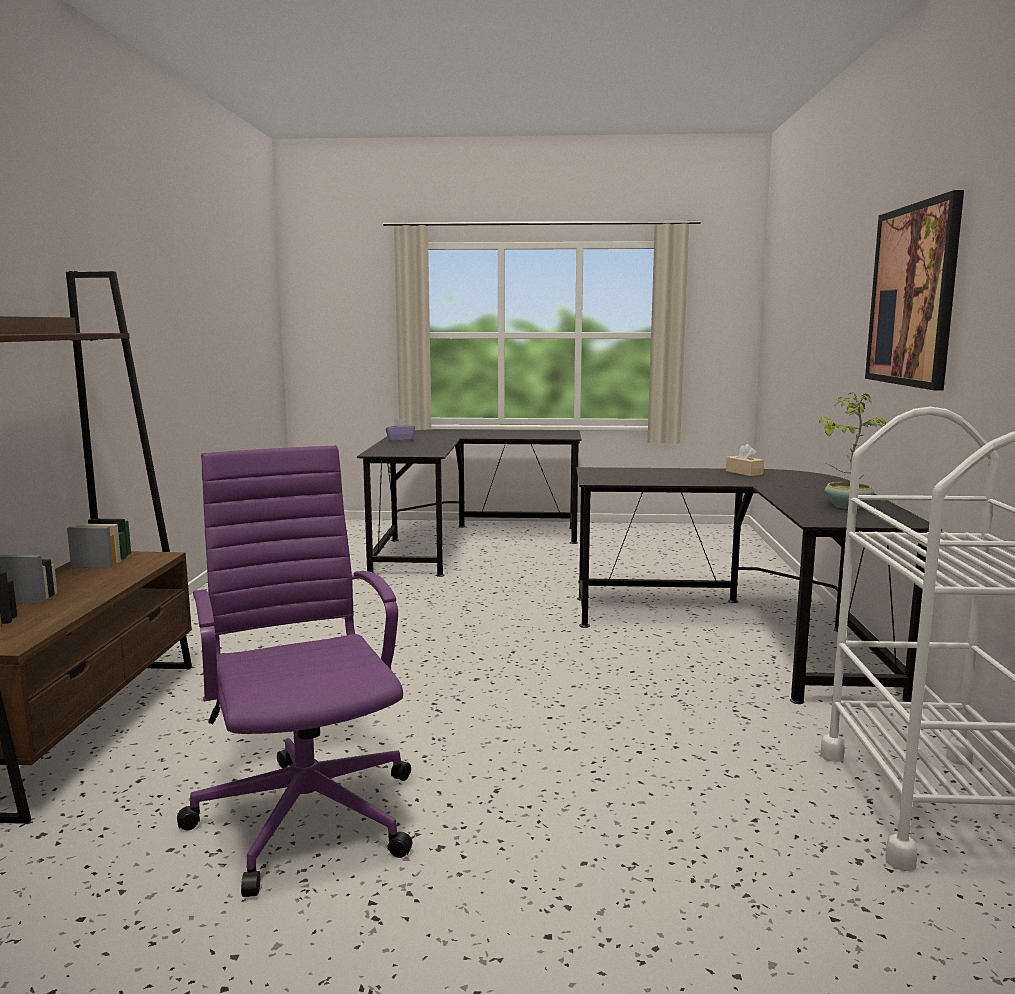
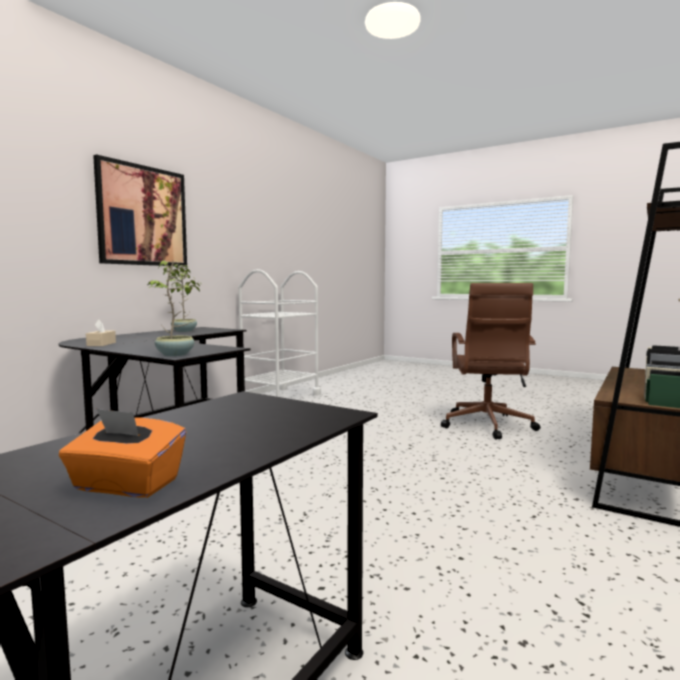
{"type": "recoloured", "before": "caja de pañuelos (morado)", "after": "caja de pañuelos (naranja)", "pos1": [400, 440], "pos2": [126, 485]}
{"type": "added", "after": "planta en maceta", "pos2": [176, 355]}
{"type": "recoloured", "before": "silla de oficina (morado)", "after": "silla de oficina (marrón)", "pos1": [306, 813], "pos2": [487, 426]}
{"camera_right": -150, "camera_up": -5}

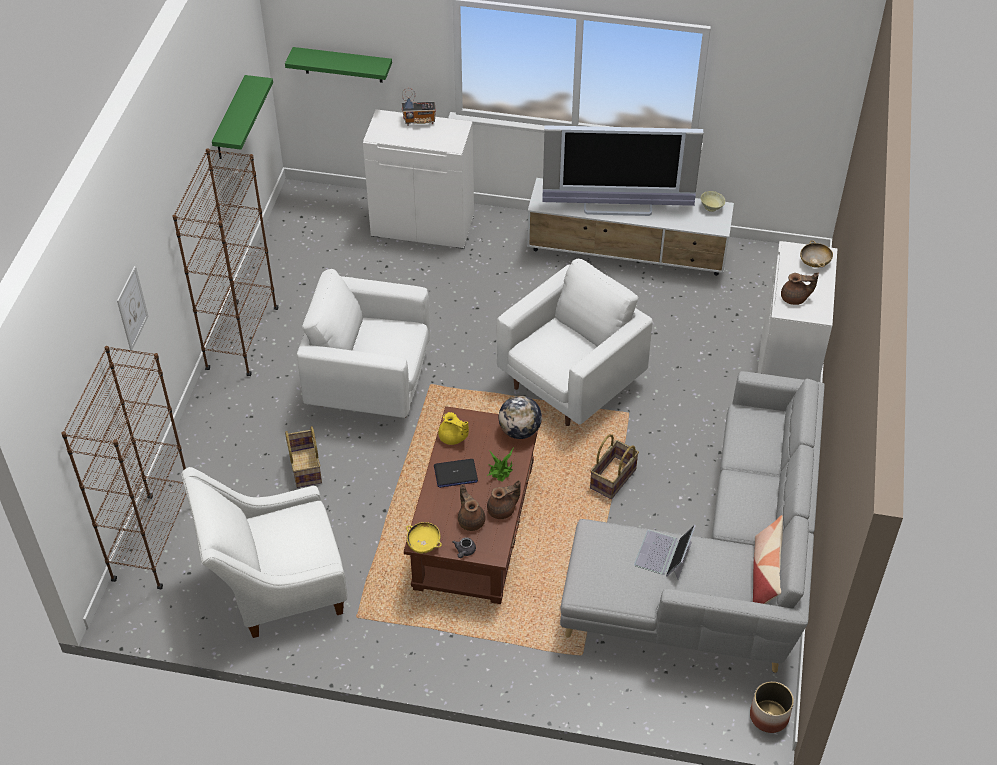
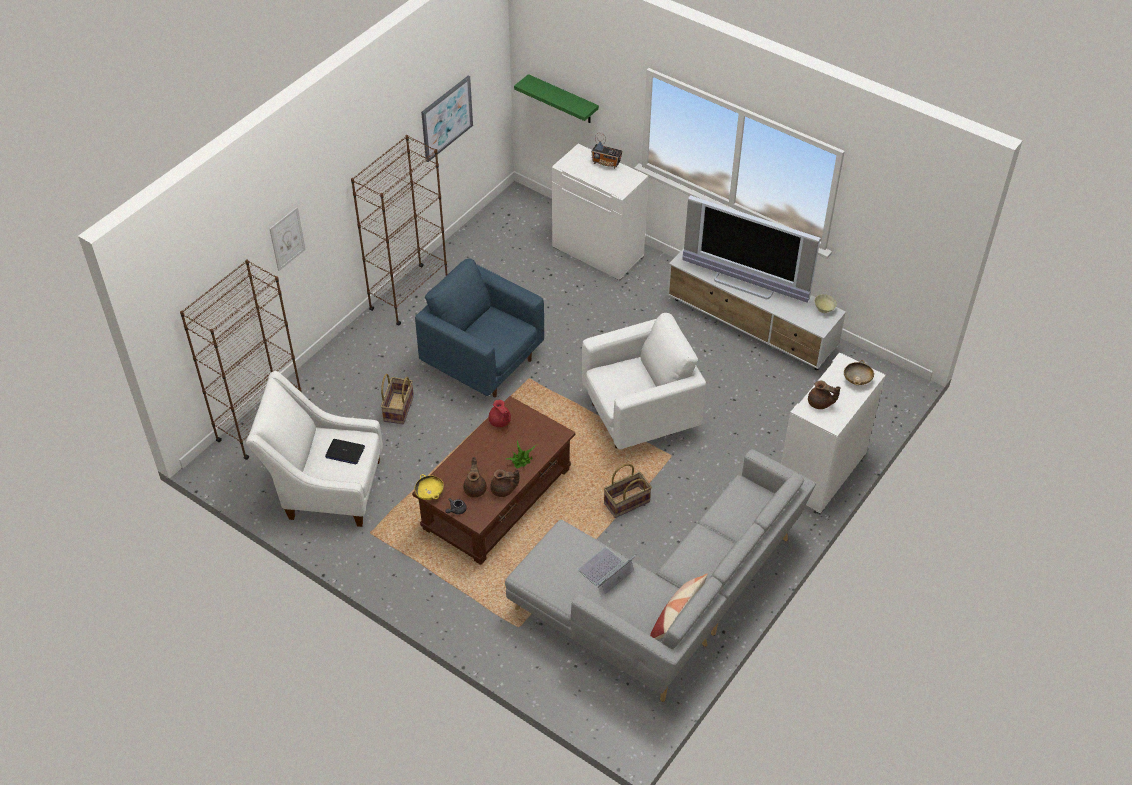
{"type": "moved", "before": "portátil", "pos1": [455, 474], "pos2": [345, 452]}
{"type": "recoloured", "before": "sillón (blanco)", "after": "sillón (azul)", "pos1": [370, 384], "pos2": [484, 362]}
{"type": "replaced", "before": "estante (verde)", "after": "cuadro", "pos1": [230, 120], "pos2": [446, 118]}
{"type": "recoloured", "before": "tetera (amarillo)", "after": "tetera (rojo)", "pos1": [453, 438], "pos2": [500, 422]}
{"type": "removed", "before": "globo terráqueo", "pos1": [520, 431]}
{"type": "removed", "before": "maceta", "pos1": [769, 716]}
{"camera_right": 25, "camera_up": 0}

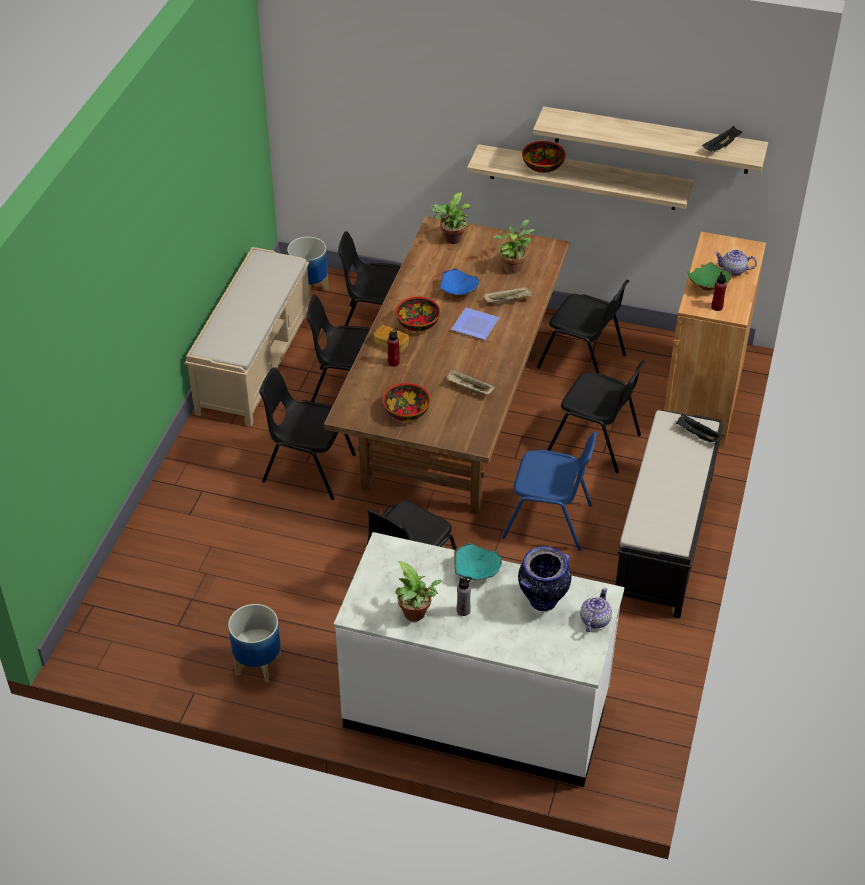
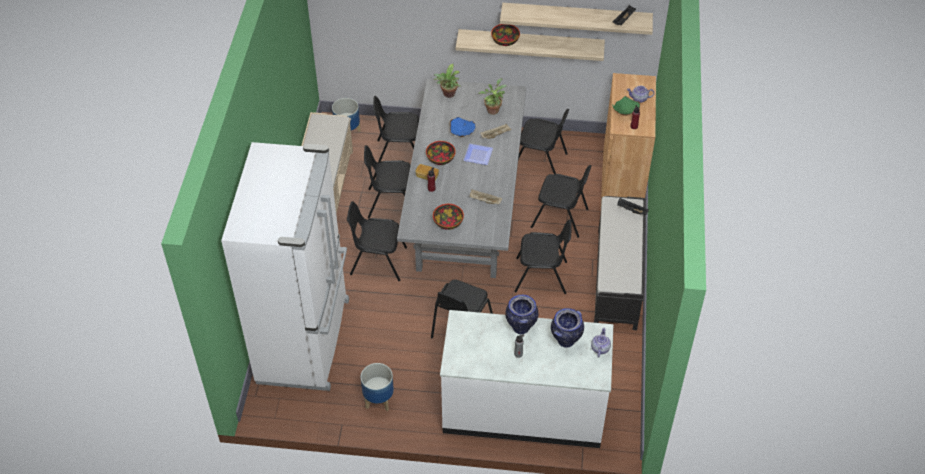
{"type": "added", "after": "nevera (blanco)", "pos2": [306, 340]}
{"type": "recoloured", "before": "mesa de comedor (marrón)", "after": "mesa de comedor (gris)", "pos1": [453, 417], "pos2": [464, 212]}
{"type": "replaced", "before": "cuenco (turquesa)", "after": "florero", "pos1": [476, 572], "pos2": [520, 327]}
{"type": "recoloured", "before": "silla (azul)", "after": "silla (negro)", "pos1": [549, 521], "pos2": [542, 276]}
{"type": "removed", "before": "planta en maceta", "pos1": [416, 615]}
{"camera_right": -10, "camera_up": 5}

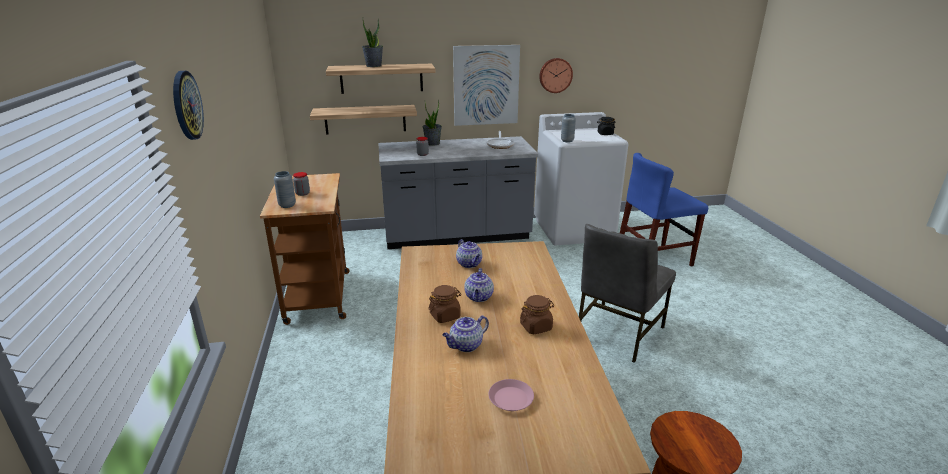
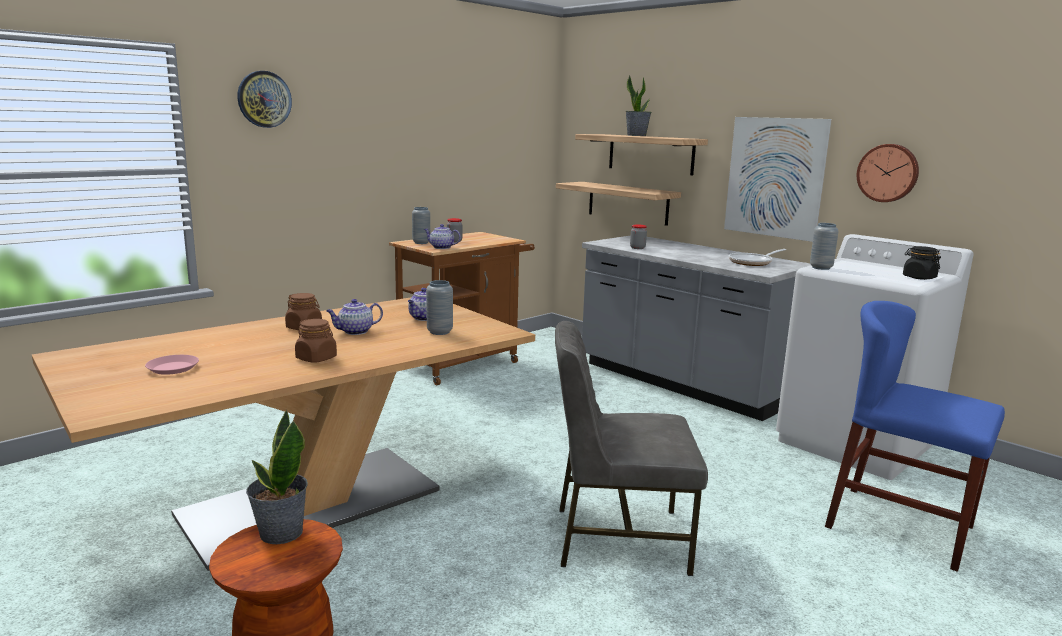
{"type": "moved", "before": "planta en maceta", "pos1": [432, 143], "pos2": [280, 533]}
{"type": "moved", "before": "tetera", "pos1": [465, 346], "pos2": [441, 247]}
{"type": "added", "after": "florero (gris)", "pos2": [439, 332]}
{"camera_right": 55, "camera_up": -10}

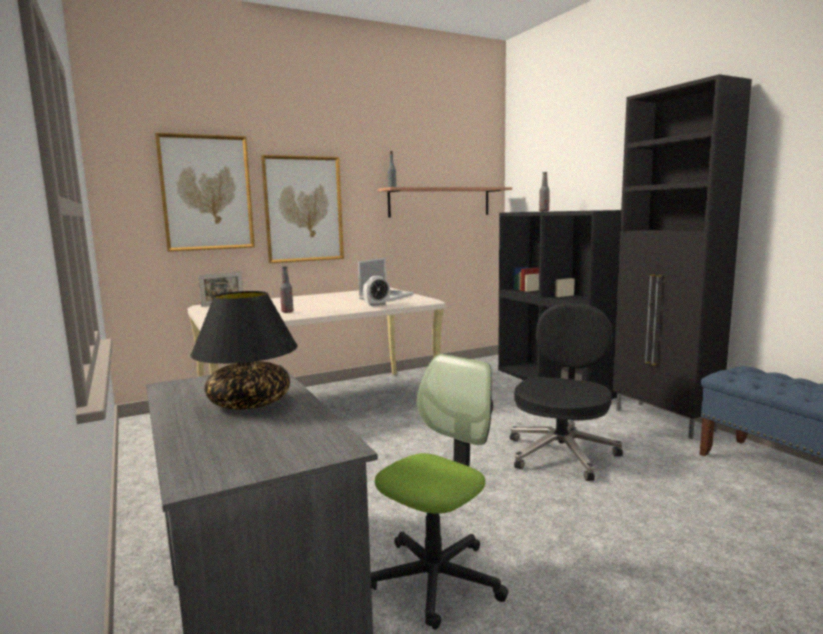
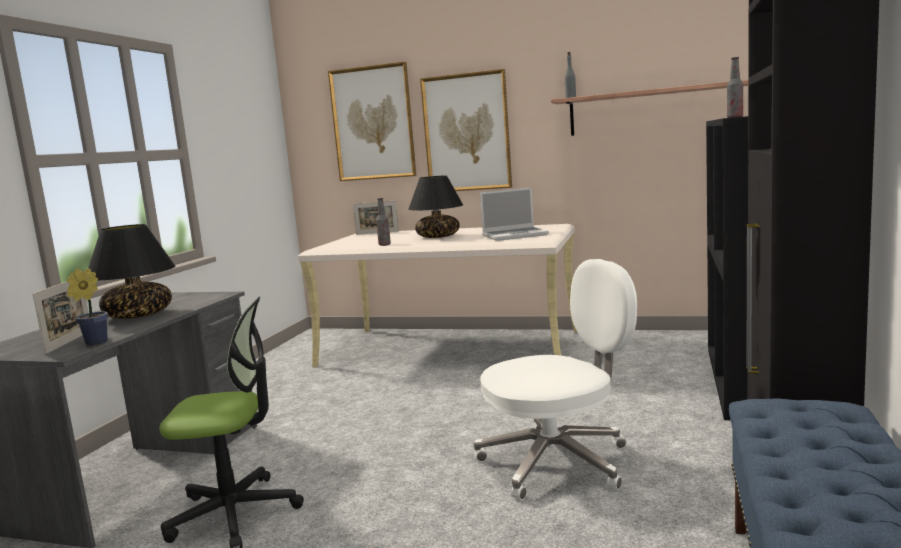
{"type": "added", "after": "portarretratos", "pos2": [69, 341]}
{"type": "added", "after": "planta en maceta", "pos2": [93, 343]}
{"type": "added", "after": "lámpara de mesa (negro)", "pos2": [437, 237]}
{"type": "recoloured", "before": "silla de oficina (negro)", "after": "silla de oficina (blanco)", "pos1": [562, 453], "pos2": [558, 462]}
{"type": "removed", "before": "despertador", "pos1": [377, 304]}
{"camera_right": 45, "camera_up": 0}

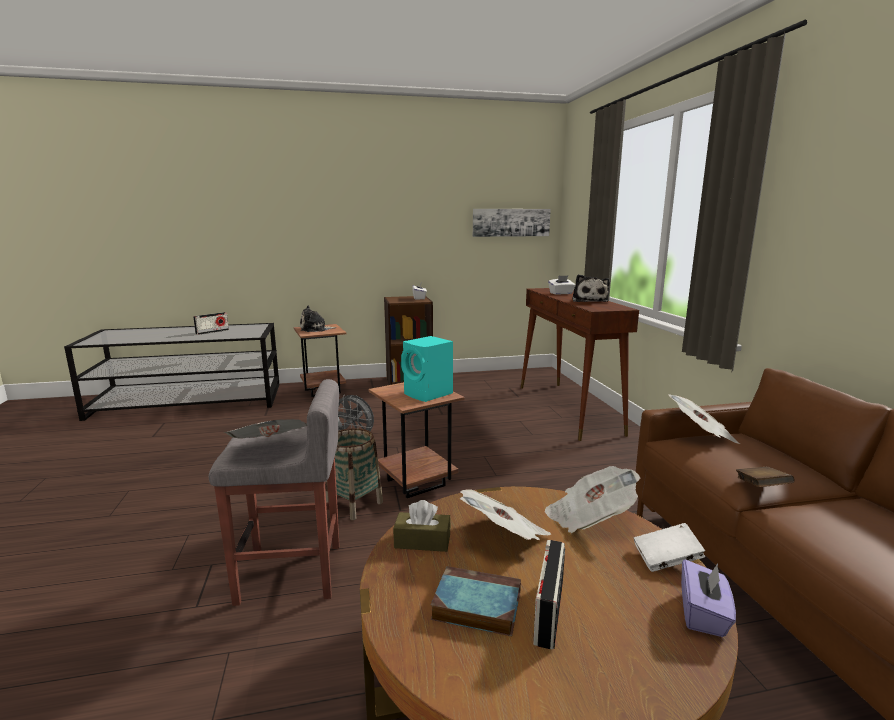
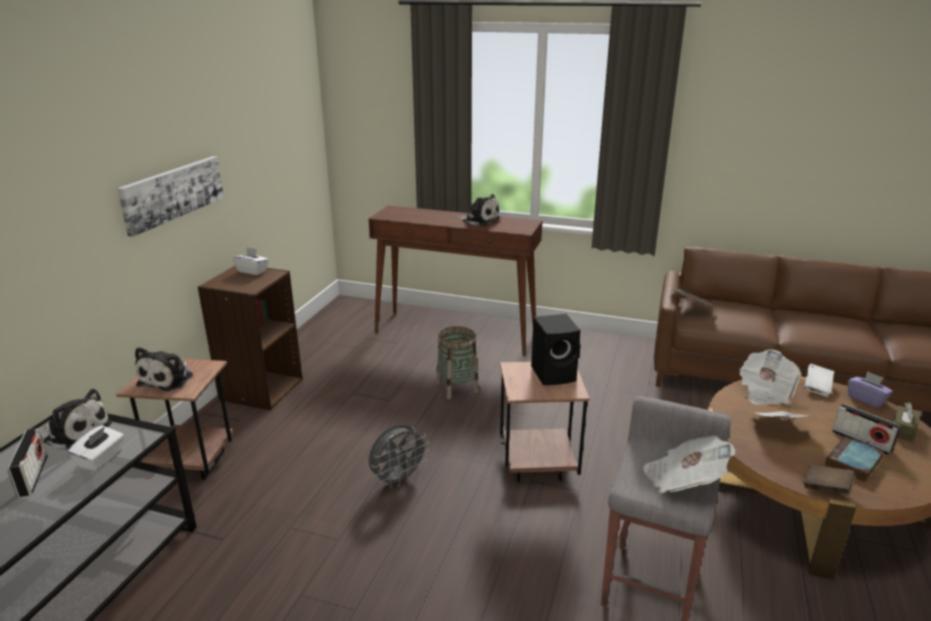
{"type": "added", "after": "peluche", "pos2": [76, 432]}
{"type": "moved", "before": "caja de pañuelos (blanco)", "pos1": [561, 293], "pos2": [101, 459]}
{"type": "moved", "before": "cuadro", "pos1": [511, 222], "pos2": [172, 193]}
{"type": "moved", "before": "cesta", "pos1": [354, 504], "pos2": [457, 387]}
{"type": "recoloured", "before": "altavoz (turquesa)", "after": "altavoz (negro)", "pos1": [429, 394], "pos2": [555, 374]}
{"type": "moved", "before": "libro (marrón)", "pos1": [761, 488], "pos2": [826, 488]}
{"type": "moved", "before": "caja de pañuelos (marrón)", "pos1": [422, 541], "pos2": [903, 430]}
{"camera_right": -60, "camera_up": 10}

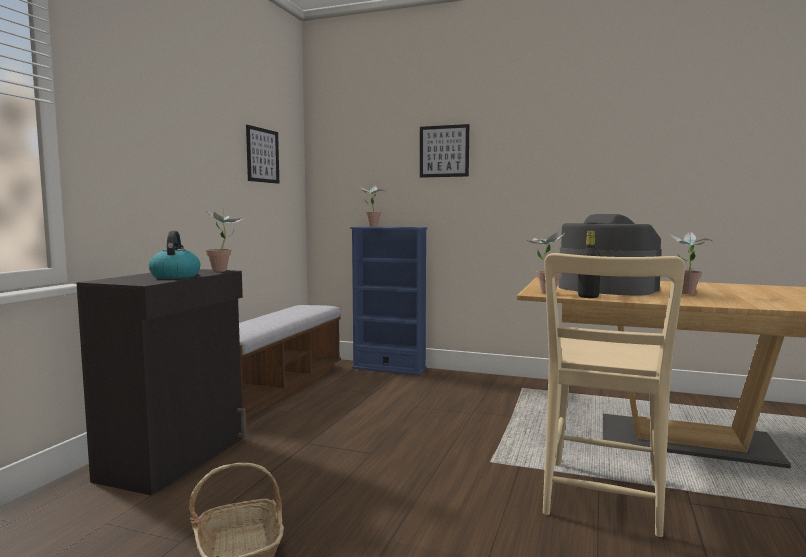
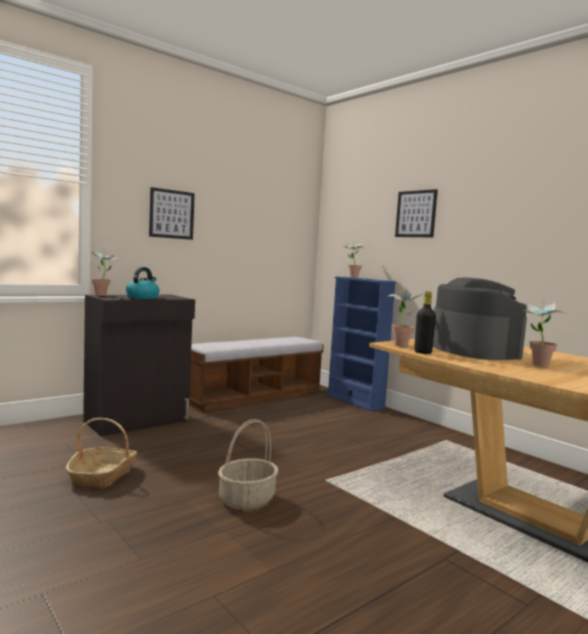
{"type": "moved", "before": "planta en maceta", "pos1": [224, 271], "pos2": [103, 295]}
{"type": "moved", "before": "cuadro", "pos1": [262, 155], "pos2": [171, 214]}
{"type": "added", "after": "cesta", "pos2": [247, 499]}
{"type": "removed", "before": "silla (beis)", "pos1": [602, 500]}
{"camera_right": 30, "camera_up": 0}

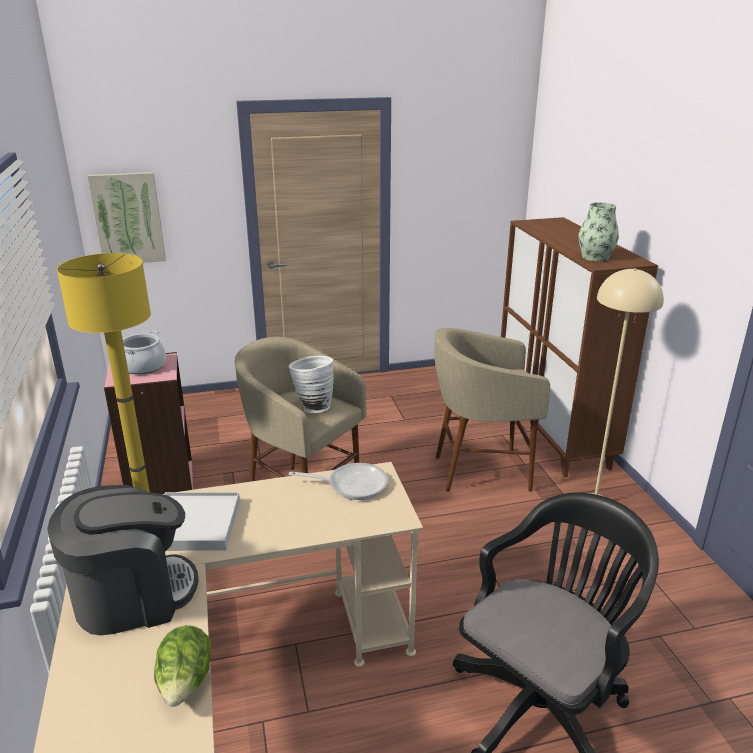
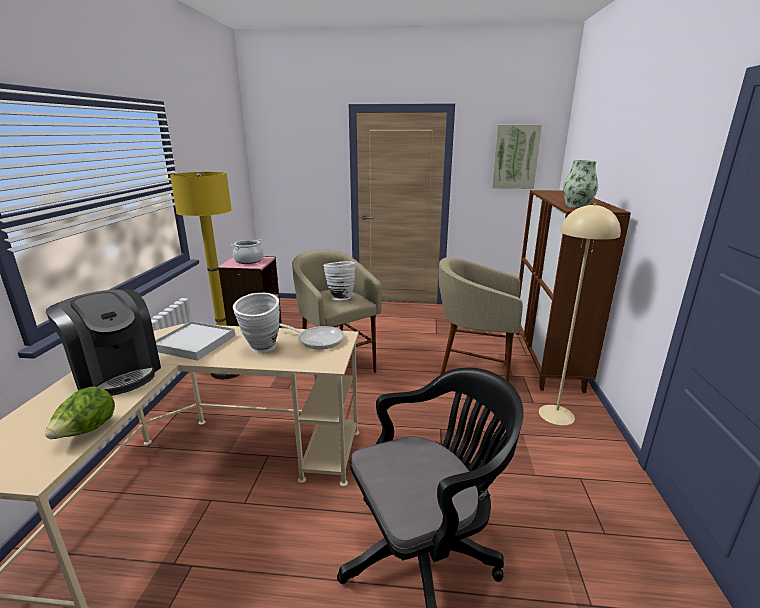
{"type": "turned", "before": "cafetera", "pos1": [133, 595], "pos2": [116, 373], "turn": 45}
{"type": "added", "after": "florero (blanco)", "pos2": [261, 350]}
{"type": "moved", "before": "cuadro", "pos1": [128, 218], "pos2": [515, 157]}
{"camera_right": 20, "camera_up": -5}

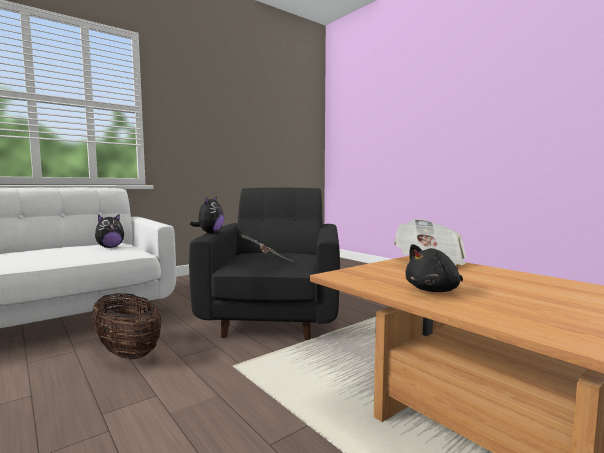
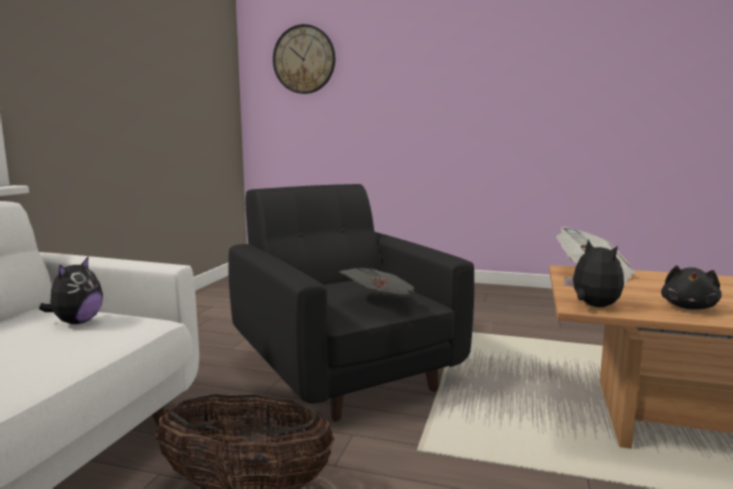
{"type": "added", "after": "reloj de pared", "pos2": [304, 59]}
{"type": "moved", "before": "peluche", "pos1": [209, 233], "pos2": [592, 306]}
{"camera_right": -35, "camera_up": 5}

